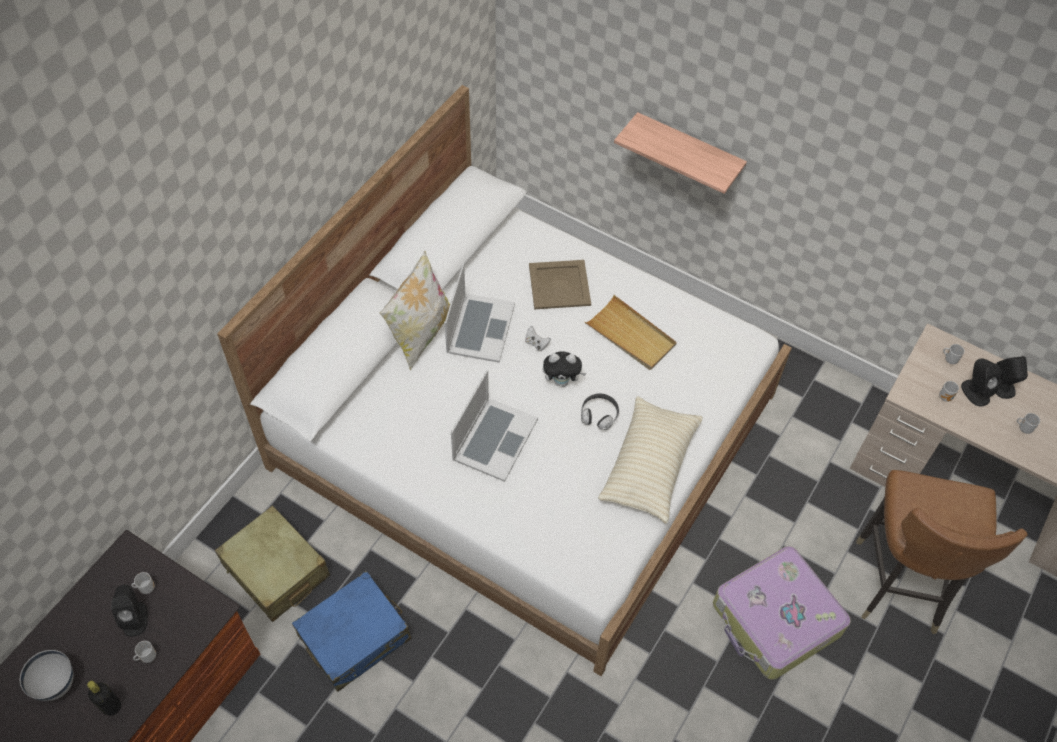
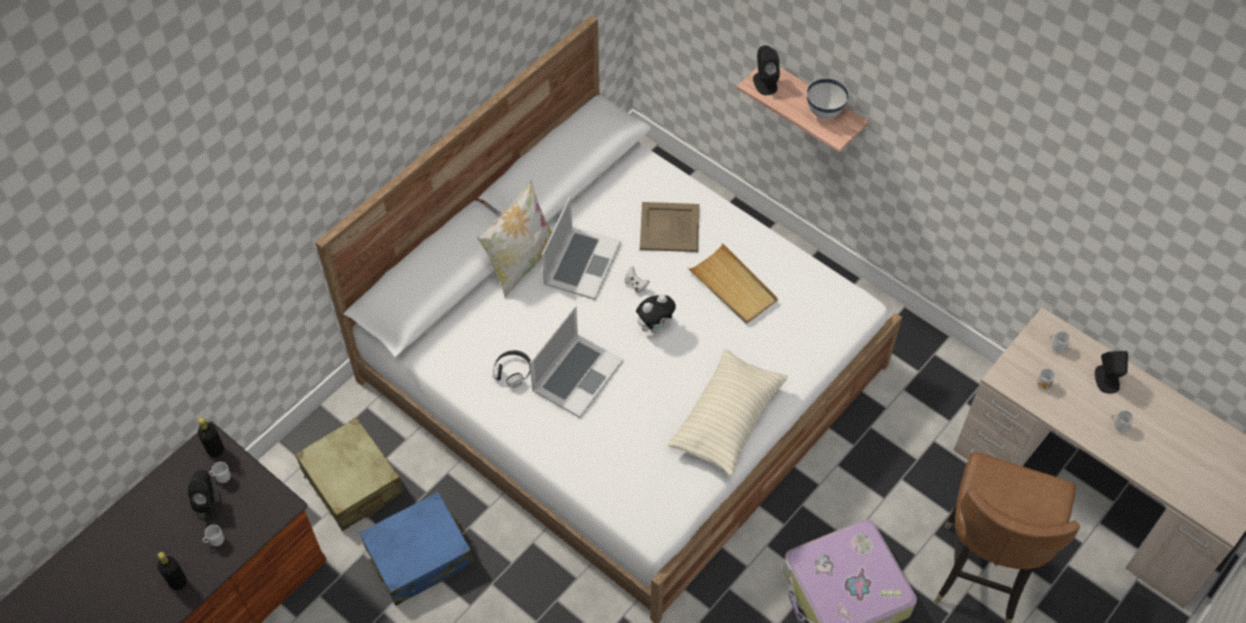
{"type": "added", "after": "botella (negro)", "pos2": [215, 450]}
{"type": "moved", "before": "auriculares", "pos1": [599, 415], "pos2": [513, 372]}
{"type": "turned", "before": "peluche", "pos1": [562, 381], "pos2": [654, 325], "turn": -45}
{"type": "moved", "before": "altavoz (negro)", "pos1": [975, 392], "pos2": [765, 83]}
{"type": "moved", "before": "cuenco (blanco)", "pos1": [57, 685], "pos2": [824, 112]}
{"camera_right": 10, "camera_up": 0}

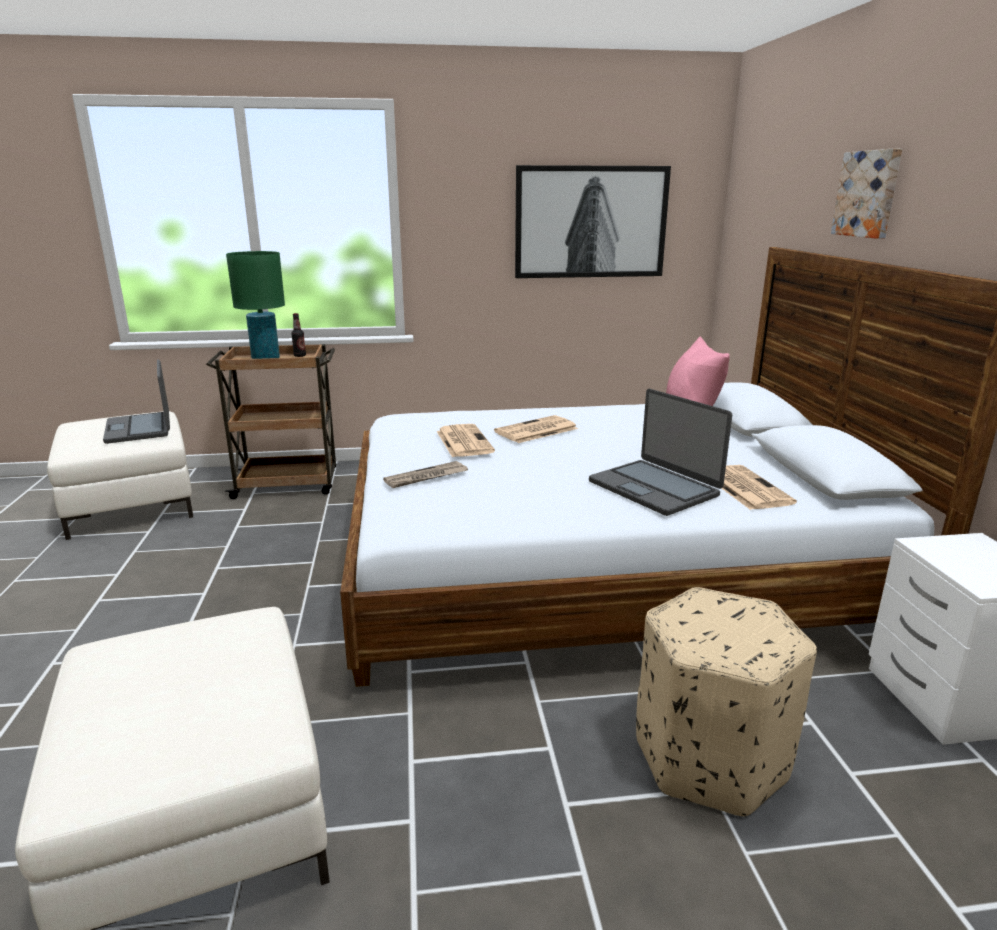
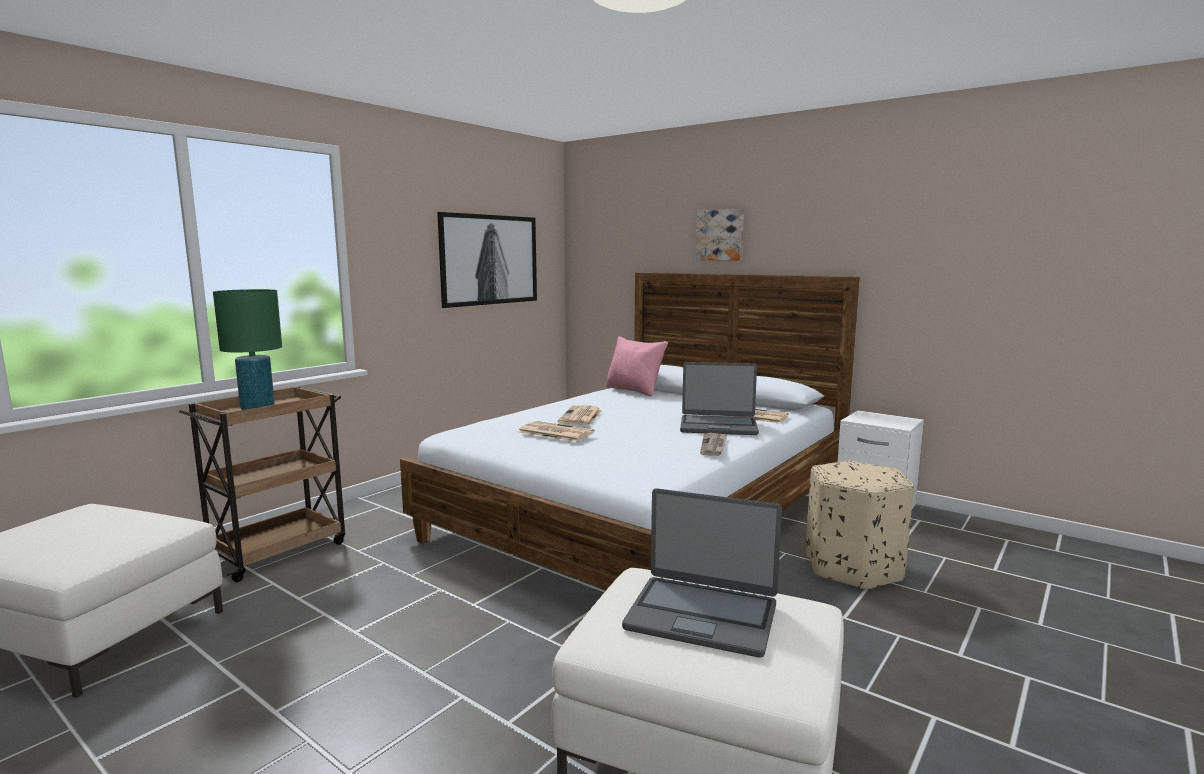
{"type": "moved", "before": "portátil", "pos1": [140, 429], "pos2": [702, 615]}
{"type": "moved", "before": "periódico", "pos1": [426, 477], "pos2": [714, 446]}
{"type": "removed", "before": "botella", "pos1": [299, 356]}
{"camera_right": -45, "camera_up": -10}

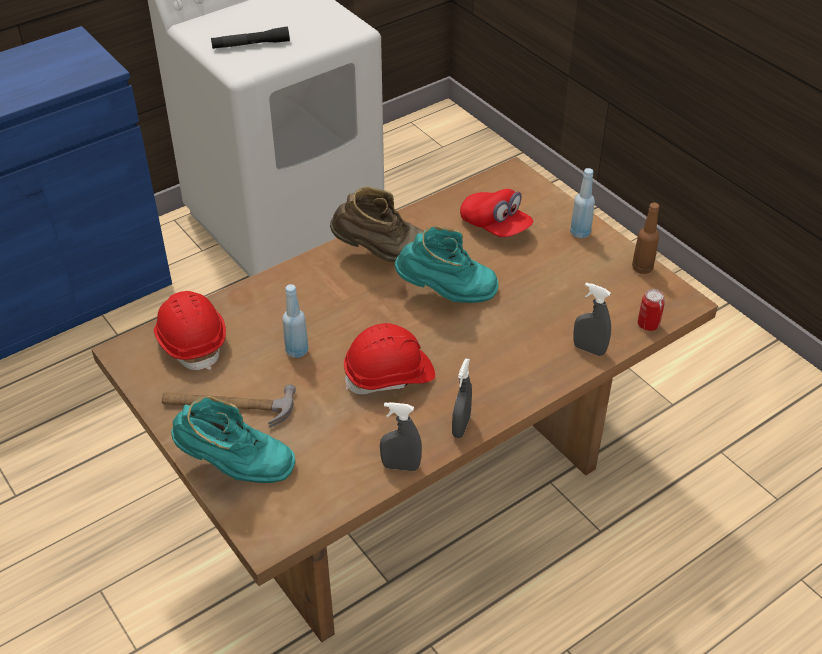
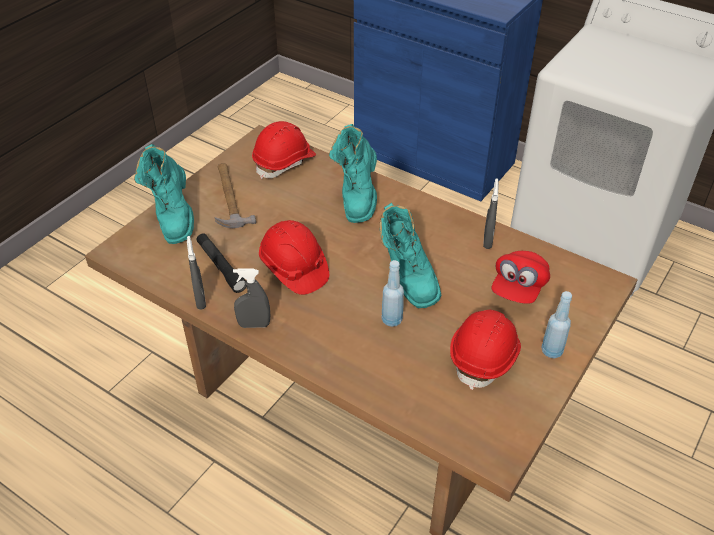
{"type": "moved", "before": "linterna (negro)", "pos1": [251, 45], "pos2": [221, 267]}
{"type": "added", "after": "bota (turquesa)", "pos2": [358, 198]}
{"type": "moved", "before": "botella (azul)", "pos1": [297, 351], "pos2": [392, 320]}
{"type": "added", "after": "casco (rojo)", "pos2": [485, 357]}
{"type": "moved", "before": "pulverizador (gris)", "pos1": [589, 349], "pos2": [487, 241]}
{"type": "removed", "before": "bota (marrón)", "pos1": [381, 254]}
{"type": "removed", "before": "botella (marrón)", "pos1": [642, 268]}
{"type": "removed", "before": "lata", "pos1": [648, 324]}
{"camera_right": 70, "camera_up": 0}

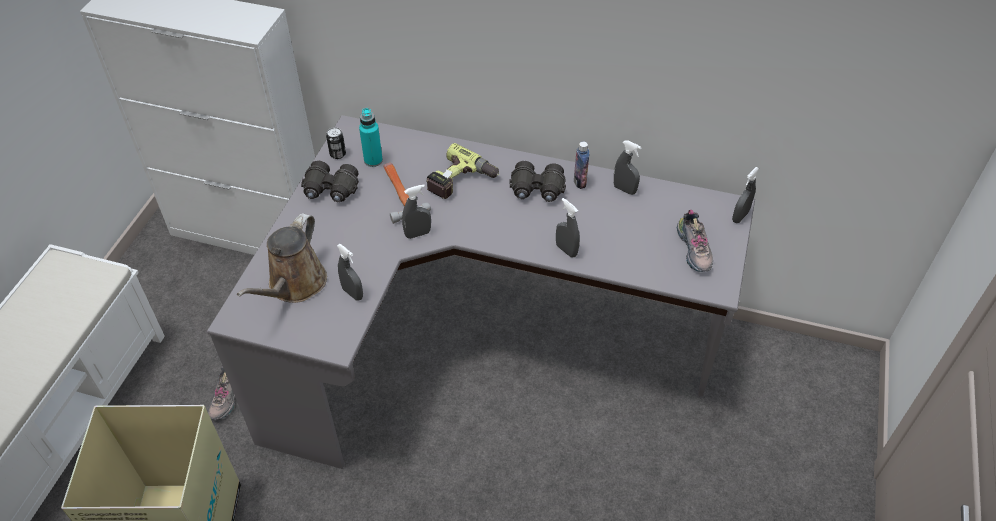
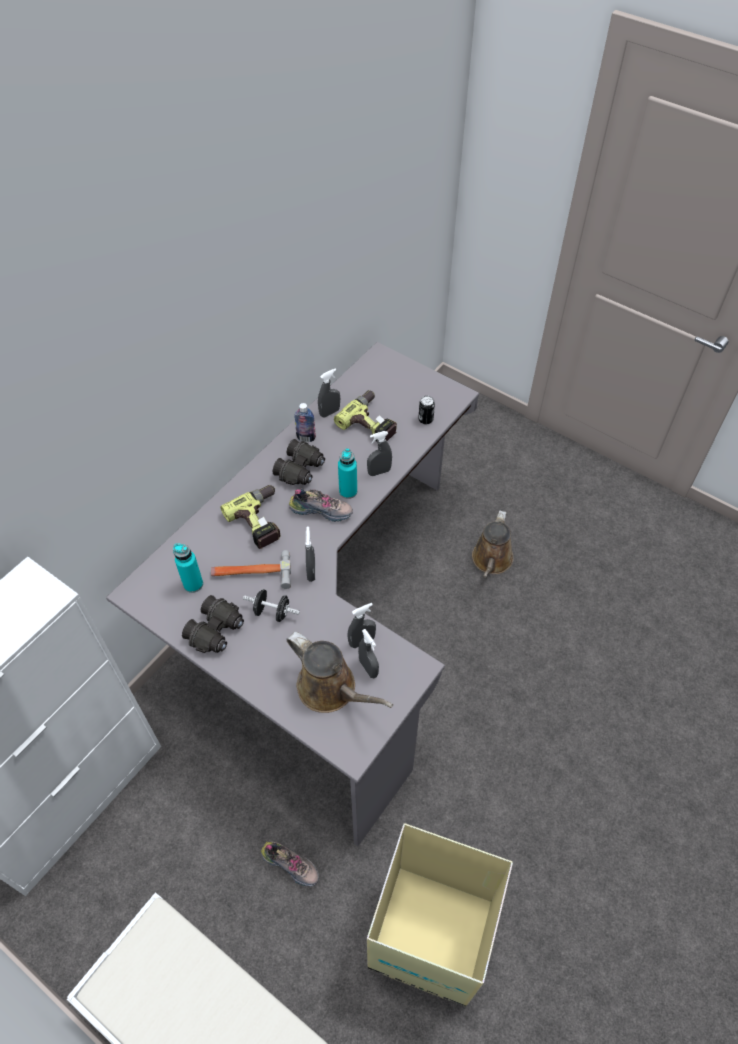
{"type": "added", "after": "mancuerna (negro)", "pos2": [272, 612]}
{"type": "moved", "before": "zapato", "pos1": [695, 250], "pos2": [322, 510]}
{"type": "added", "after": "taladro", "pos2": [372, 422]}
{"type": "added", "after": "botella (turquesa)", "pos2": [348, 491]}
{"type": "moved", "before": "pulverizador (gris)", "pos1": [740, 217], "pos2": [368, 668]}
{"type": "moved", "before": "lata", "pos1": [338, 154], "pos2": [425, 419]}
{"type": "added", "after": "regadera (marrón)", "pos2": [491, 561]}
{"camera_right": -70, "camera_up": 5}

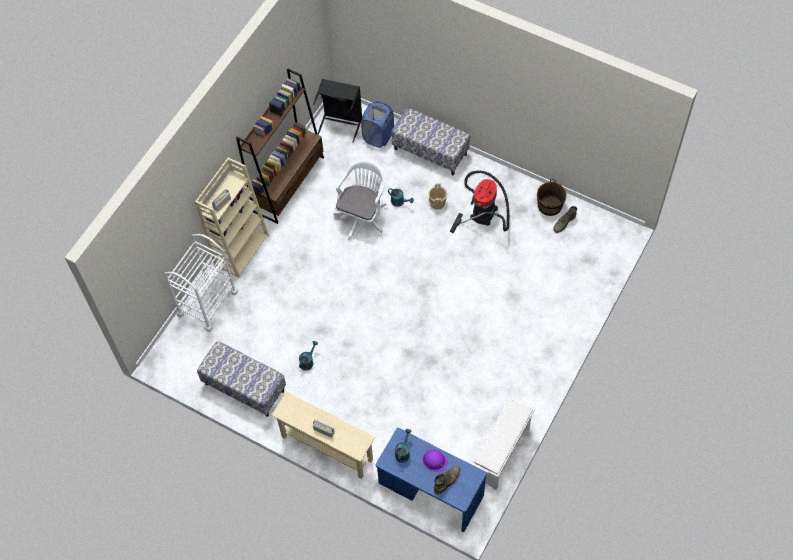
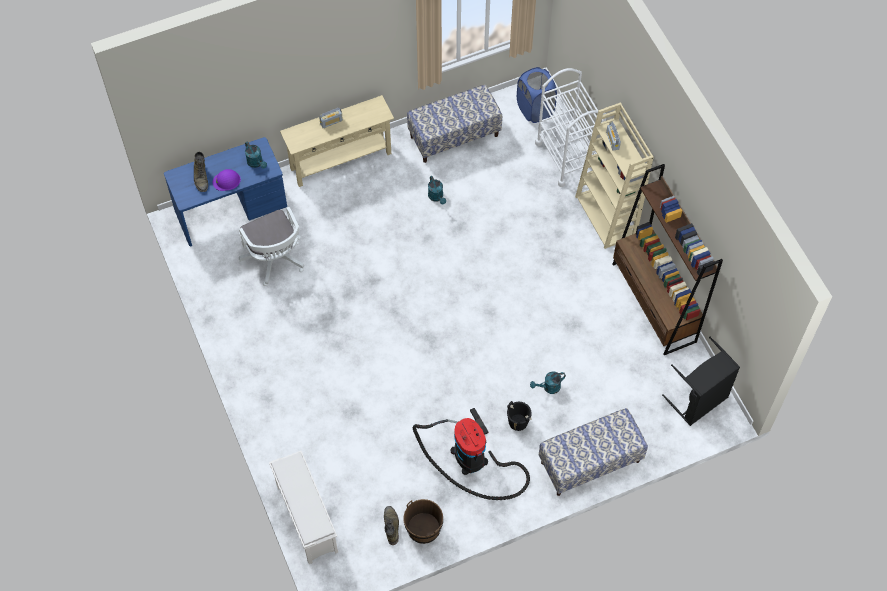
{"type": "moved", "before": "silla de oficina (blanco)", "pos1": [363, 216], "pos2": [275, 260]}
{"type": "moved", "before": "zapatero (blanco)", "pos1": [501, 454], "pos2": [306, 518]}
{"type": "recoloured", "before": "cubo (beis)", "after": "cubo (negro)", "pos1": [437, 203], "pos2": [518, 422]}
{"type": "moved", "before": "cesto de la ropa (azul)", "pos1": [378, 136], "pos2": [535, 109]}
{"camera_right": 125, "camera_up": 0}

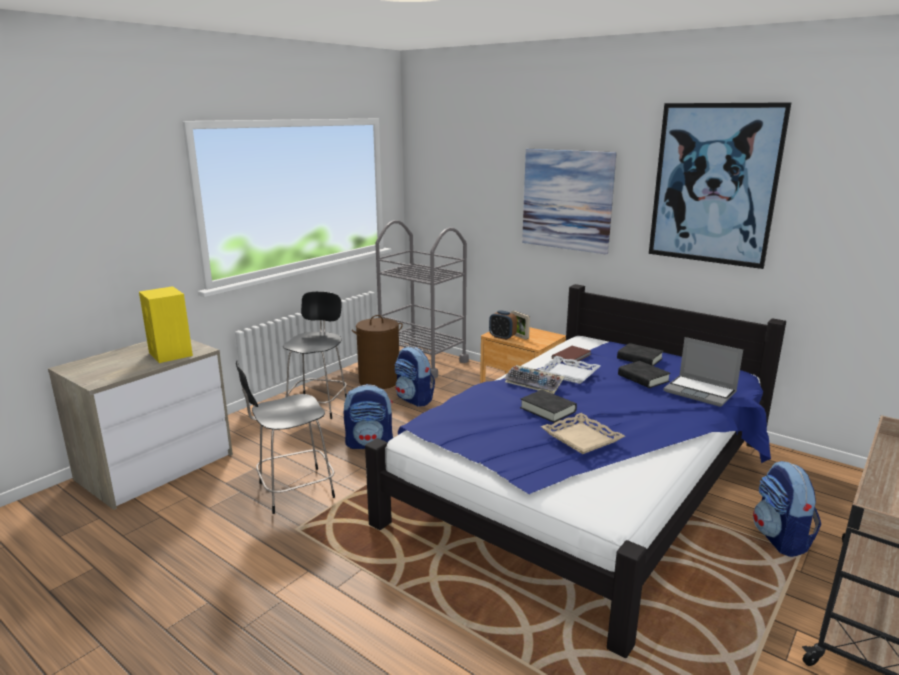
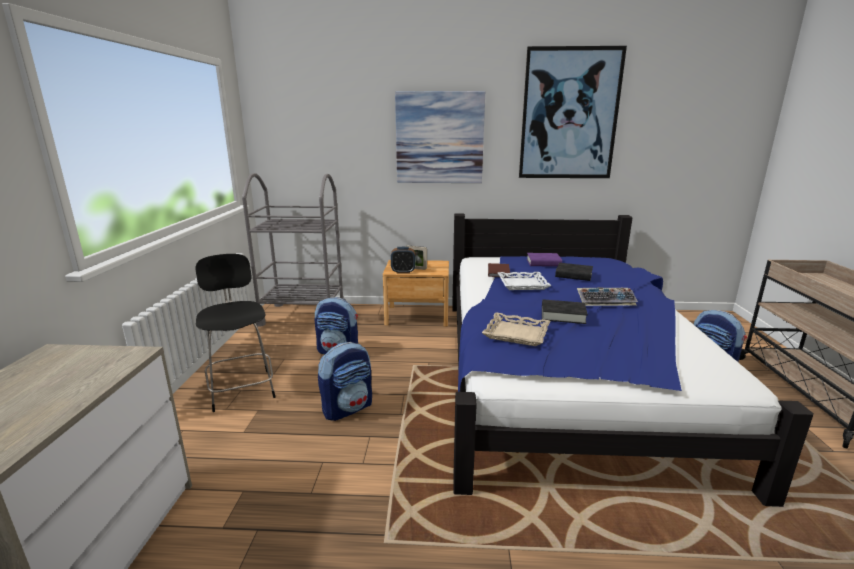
{"type": "moved", "before": "bandeja (beis)", "pos1": [581, 438], "pos2": [516, 334]}
{"type": "recoloured", "before": "libro (negro)", "after": "libro (morado)", "pos1": [639, 359], "pos2": [543, 263]}
{"type": "moved", "before": "teclado", "pos1": [535, 384], "pos2": [606, 301]}
{"type": "removed", "before": "altavoz (amarillo)", "pos1": [171, 354]}
{"type": "removed", "before": "silla (negro)", "pos1": [293, 490]}
{"type": "removed", "before": "cesto de la ropa (marrón)", "pos1": [379, 381]}
{"type": "removed", "before": "portátil", "pos1": [701, 392]}
{"camera_right": -35, "camera_up": 0}

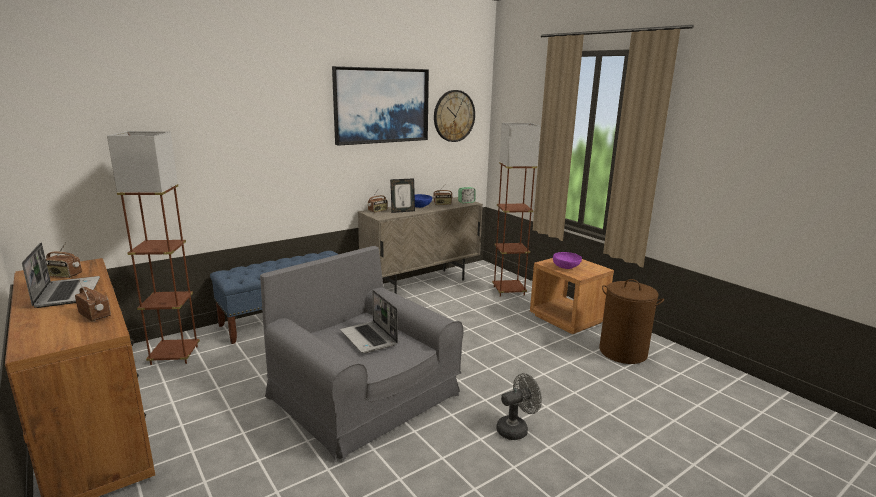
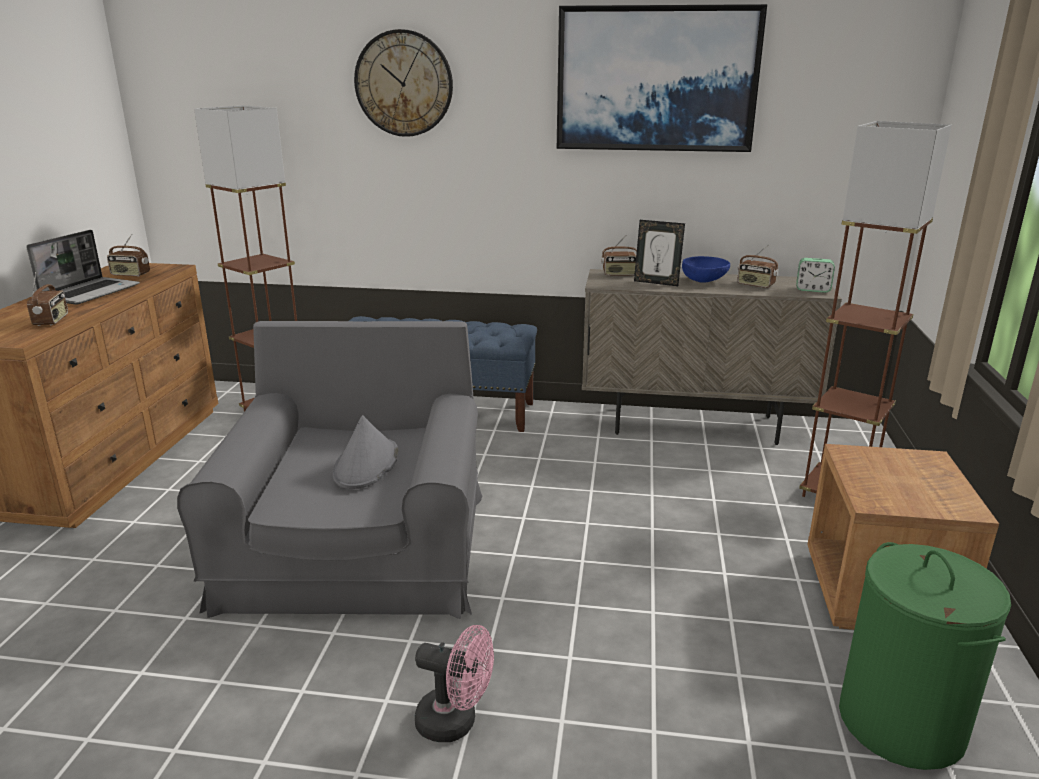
{"type": "turned", "before": "radio", "pos1": [64, 275], "pos2": [130, 274], "turn": -45}
{"type": "replaced", "before": "portátil", "after": "sombrero (gris)", "pos1": [369, 338], "pos2": [366, 465]}
{"type": "moved", "before": "reloj de pared", "pos1": [454, 116], "pos2": [404, 84]}
{"type": "recoloured", "before": "ventilador (gris)", "after": "ventilador (rosa)", "pos1": [516, 429], "pos2": [455, 722]}
{"type": "recoloured", "before": "cesto de la ropa (marrón)", "after": "cesto de la ropa (verde)", "pos1": [623, 352], "pos2": [901, 723]}
{"type": "removed", "before": "cuenco (morado)", "pos1": [566, 267]}
{"camera_right": 45, "camera_up": 5}

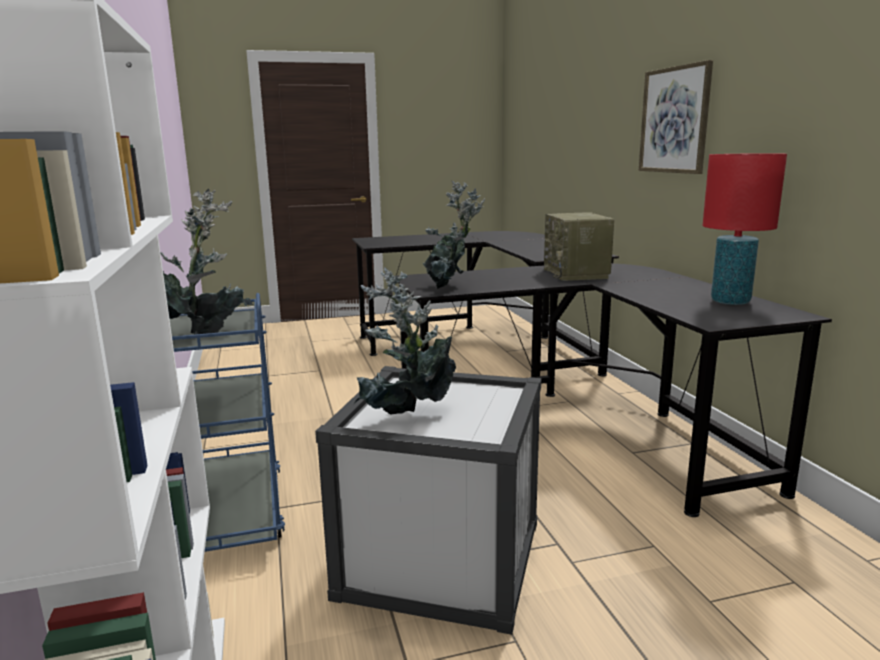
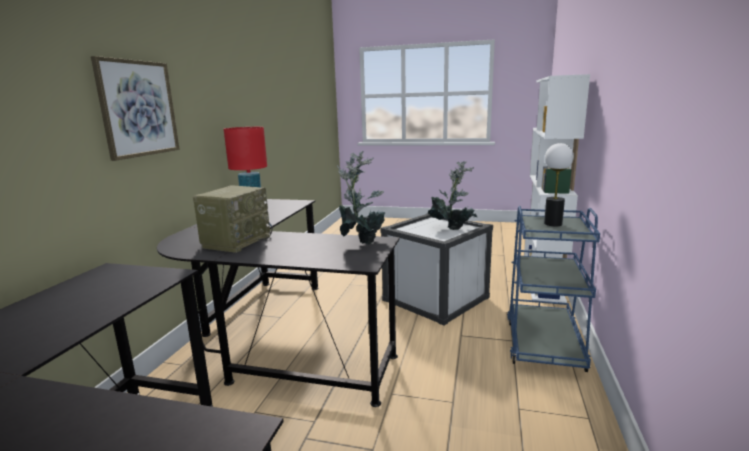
{"type": "replaced", "before": "planta en maceta", "after": "lámpara de mesa", "pos1": [203, 332], "pos2": [552, 224]}
{"camera_right": -150, "camera_up": 0}

